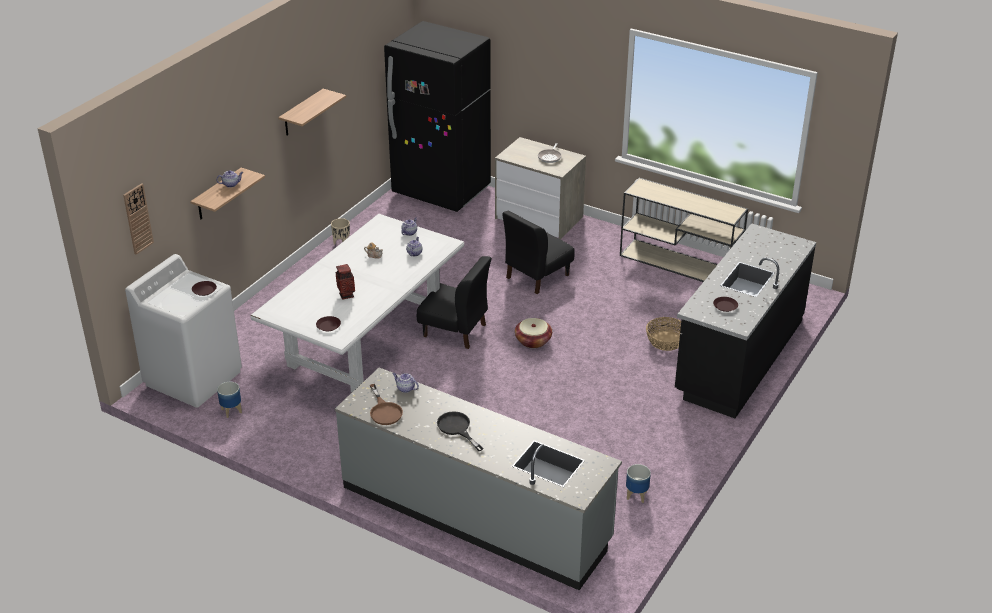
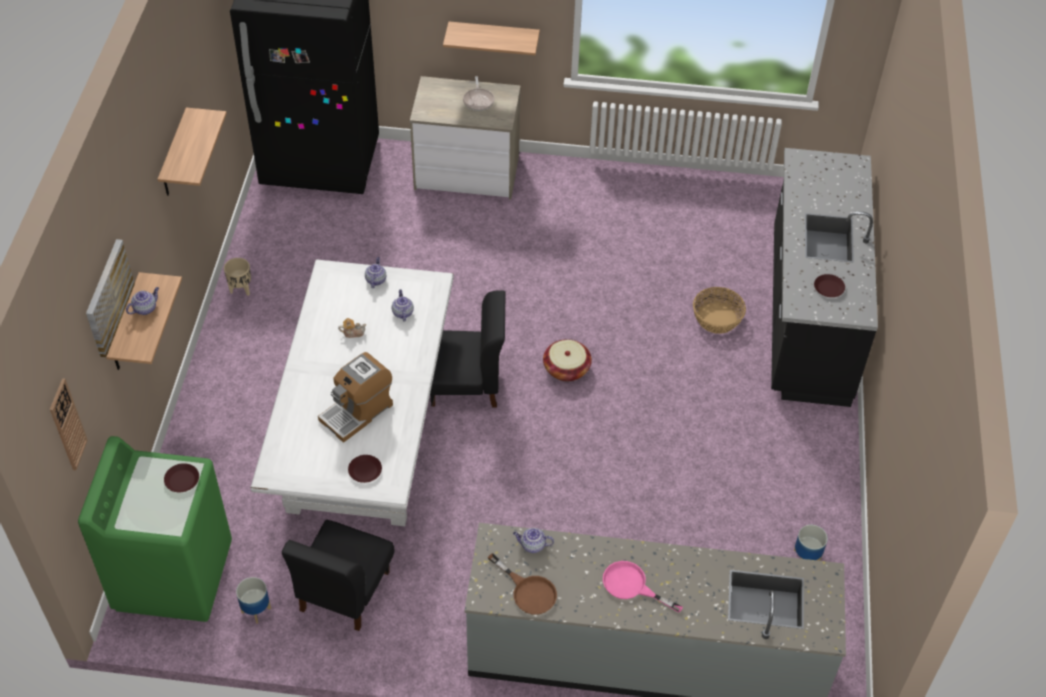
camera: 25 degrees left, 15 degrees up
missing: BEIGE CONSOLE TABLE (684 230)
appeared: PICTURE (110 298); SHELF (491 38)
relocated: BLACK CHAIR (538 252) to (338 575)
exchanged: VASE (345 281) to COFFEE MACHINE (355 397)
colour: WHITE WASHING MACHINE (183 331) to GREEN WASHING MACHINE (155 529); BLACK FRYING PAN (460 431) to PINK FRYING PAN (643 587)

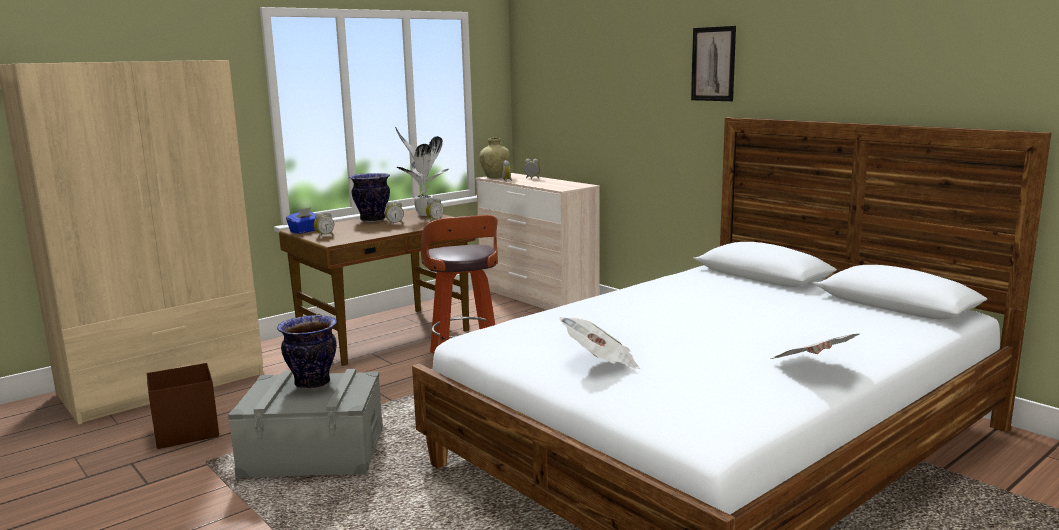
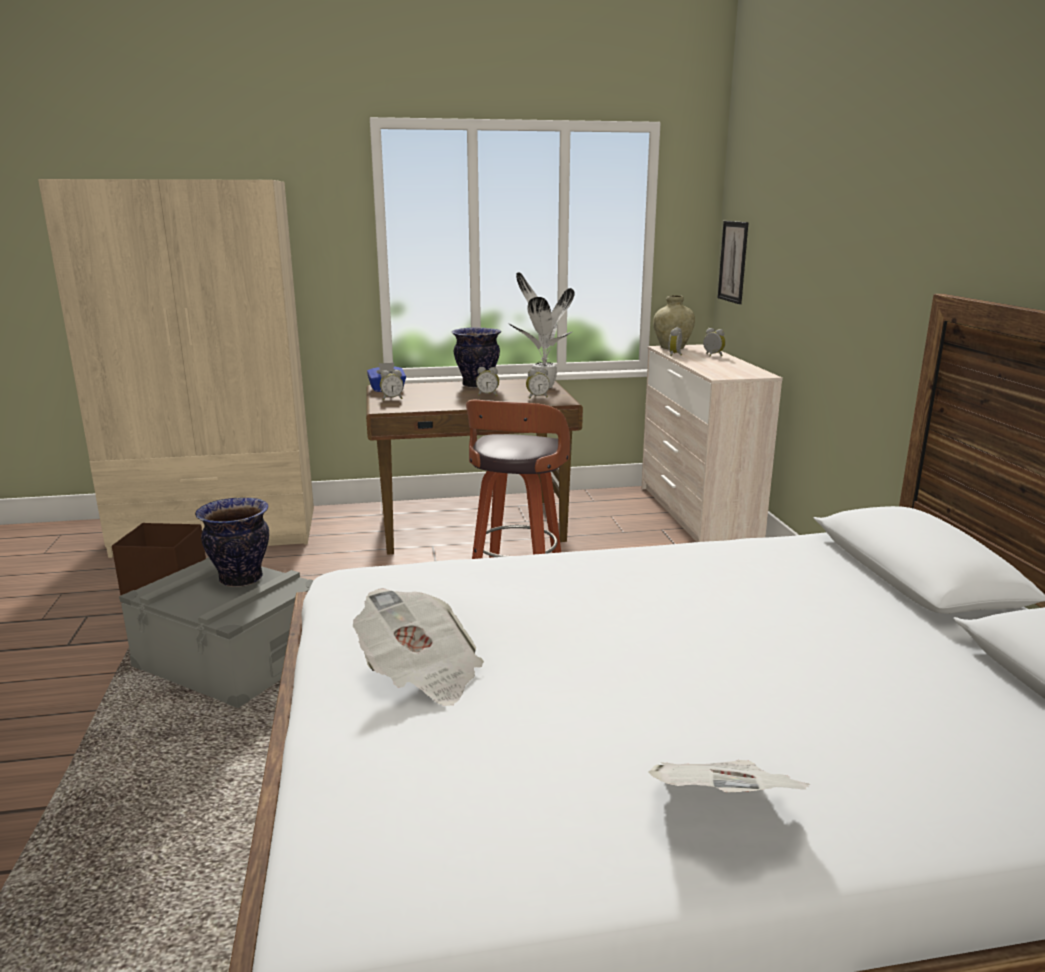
camera: 30 degrees right, 5 degrees up
relocated: PICTURE (713 63) to (733 262)

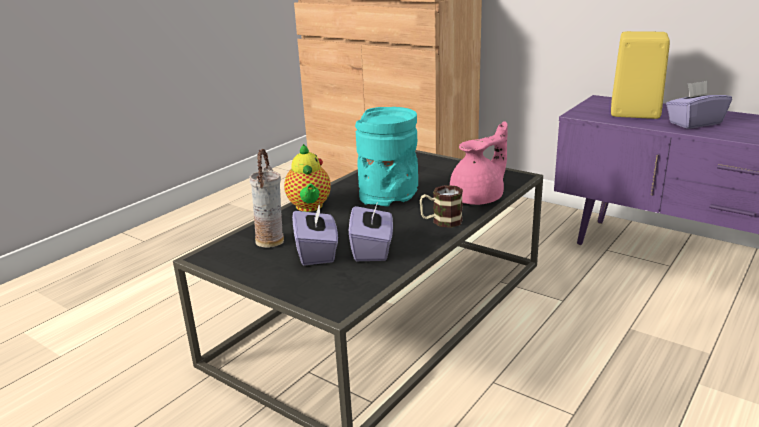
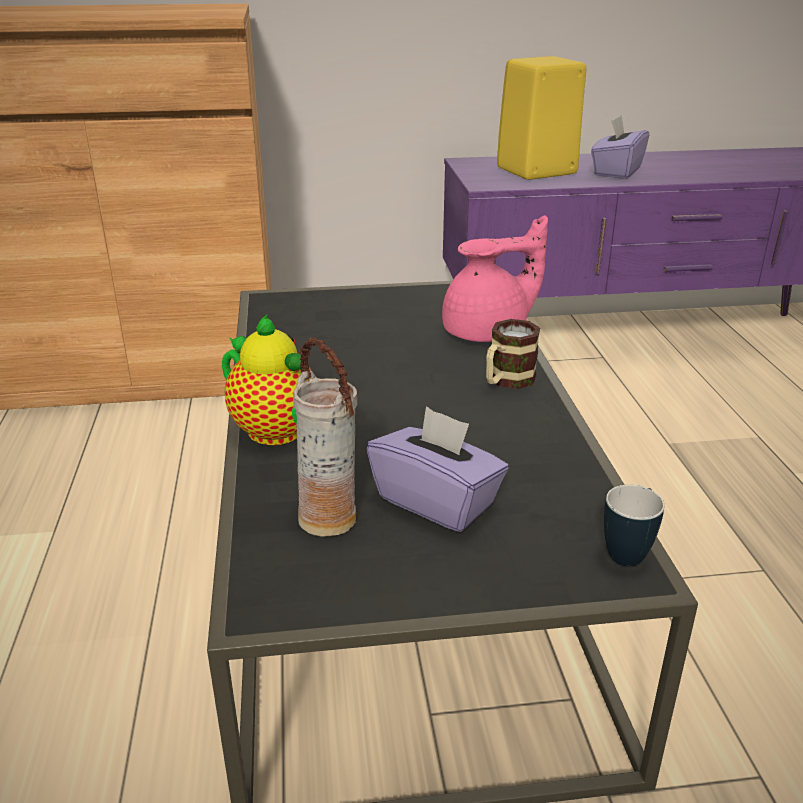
camera: 45 degrees left, 5 degrees up
missing: PURPLE TISSUE BOX (371 231); TURQUOISE VASE (386 156)
appeared: MUG (634 526)
spun: PINK TEAPOT (479 163) = (495 278) 60 degrees clockwise

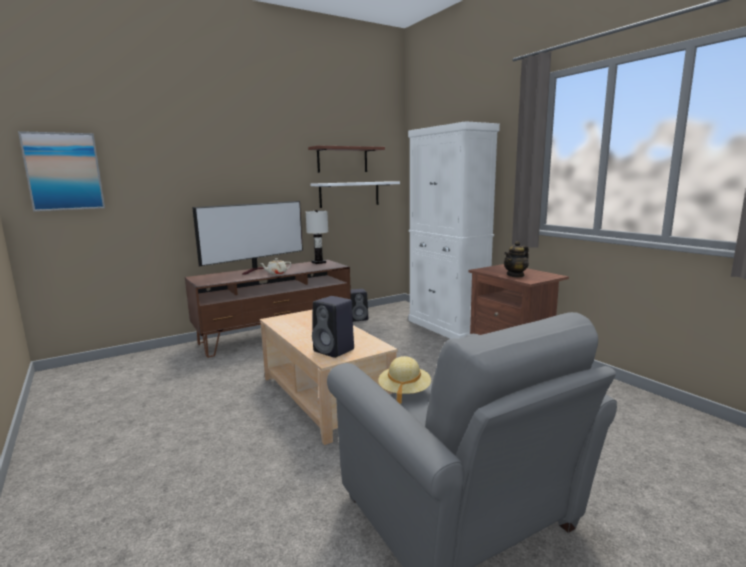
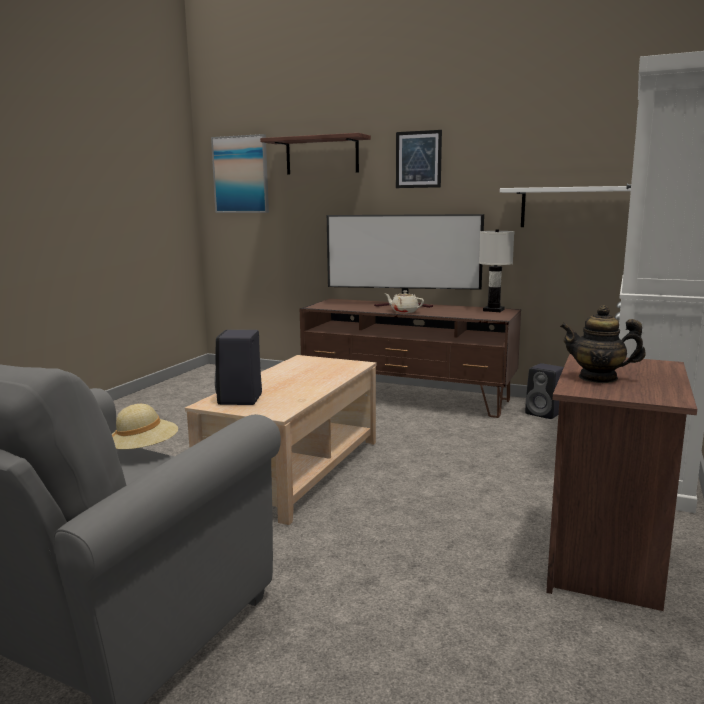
camera: 55 degrees right, 0 degrees up
appeared: PICTURE (419 159)
relocated: SHELF (346 159) to (315 154)

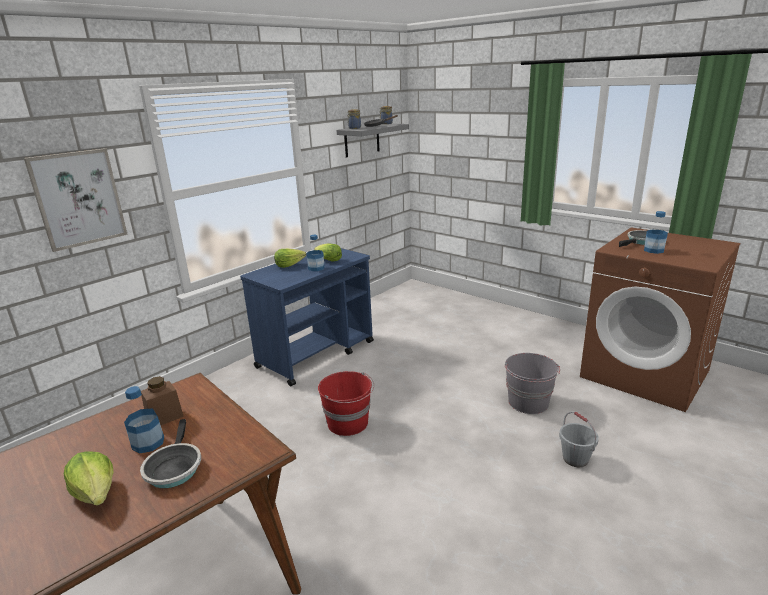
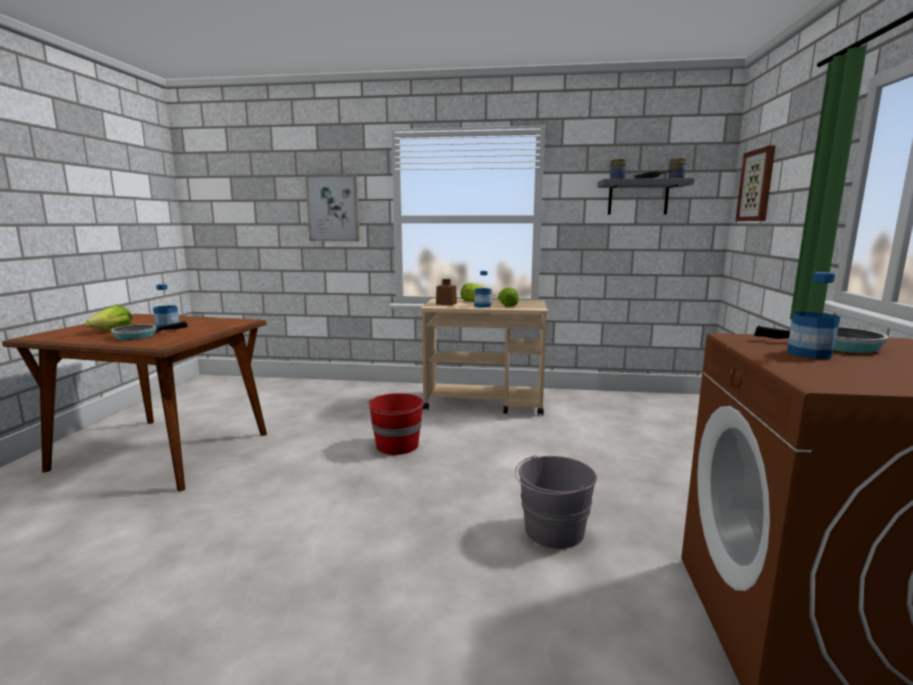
camera: 55 degrees right, 10 degrees down
missing: GREY BUCKET (579 439)
appeared: PICTURE (755 183)
relocated: BROWN JAR (162 400) to (446 292)
colour: BLUE CART (307 317) to BEIGE CART (484 357)

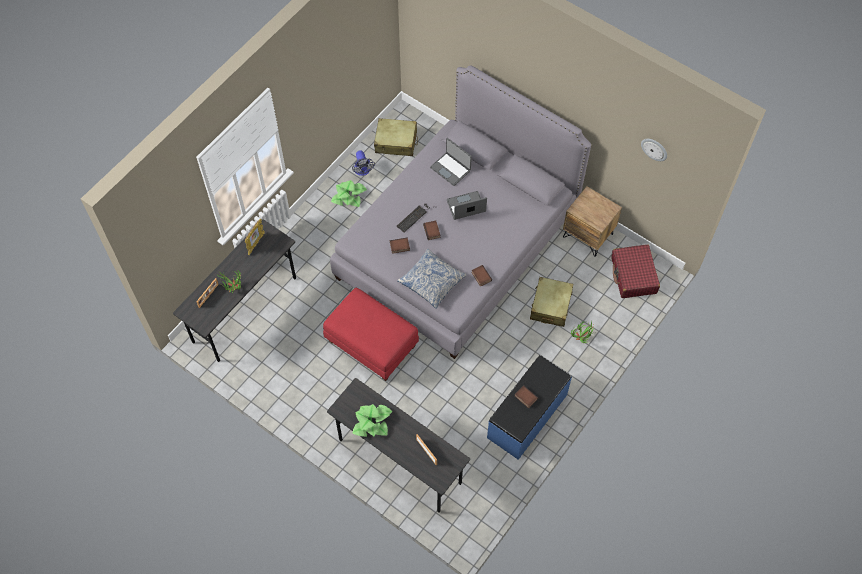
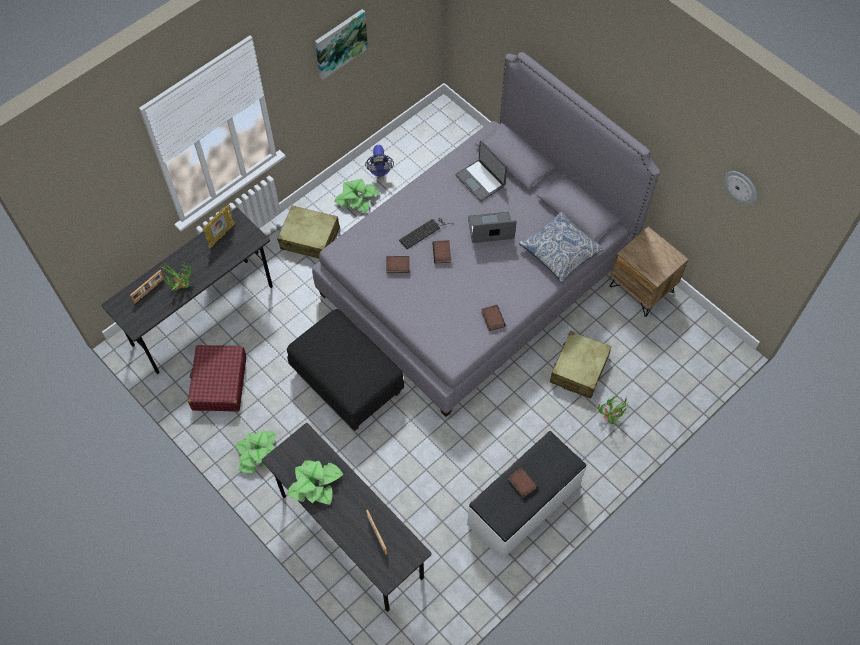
camera: 10 degrees right, 0 degrees up
appeared: POTTED PLANT (256 452); PICTURE (341 44)
relocated: BEIGE SUITCASE (396 137) to (308 232); PILLOW (432 279) to (562 247); RED SUITCASE (635 271) to (217 378)
colour: RED OTTOMAN (371 334) to BLACK OTTOMAN (345 370); BLUE BENCH (529 407) to WHITE BENCH (527 495)

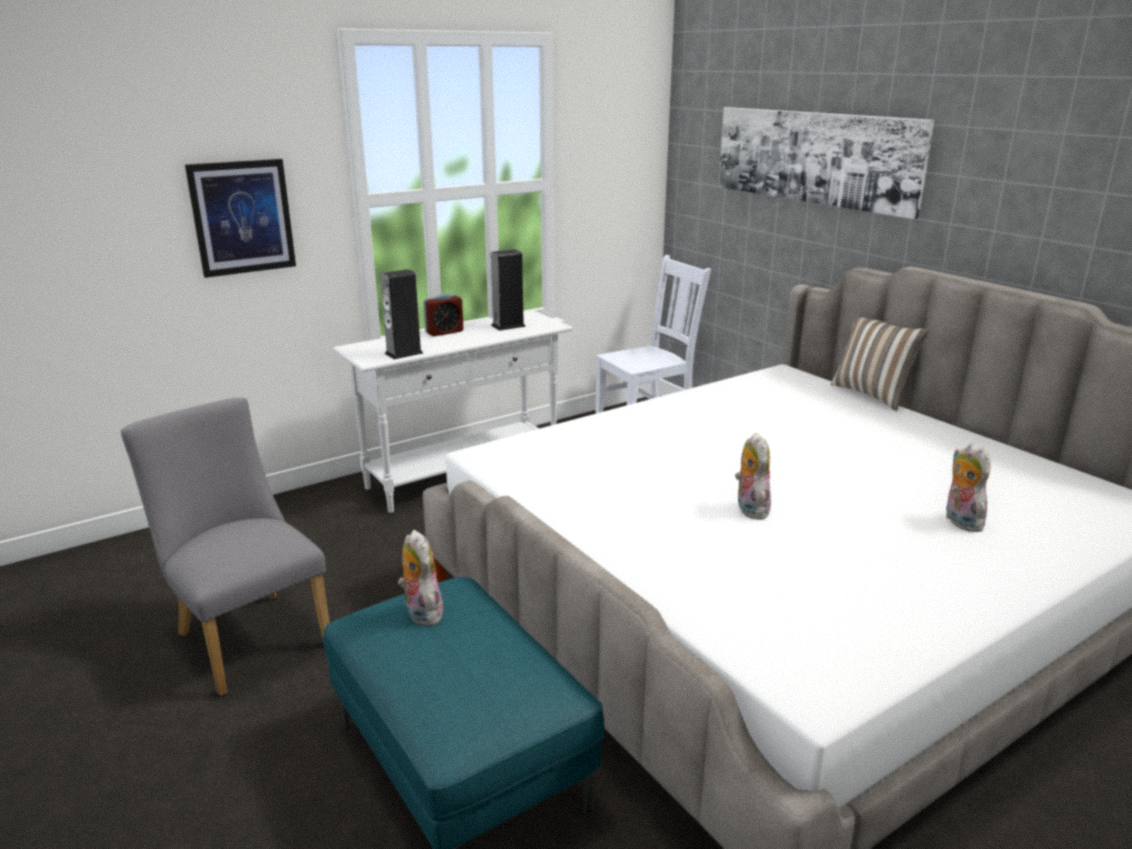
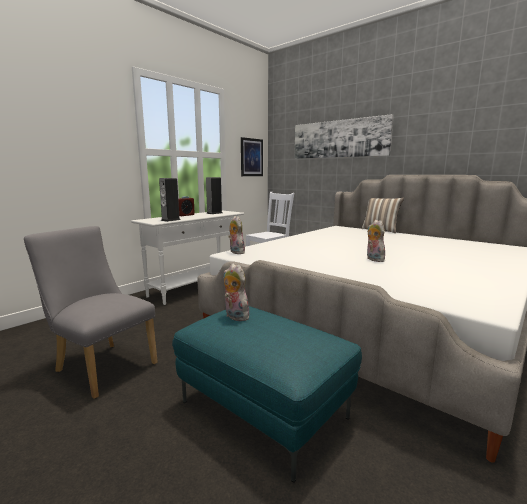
camera: 15 degrees left, 10 degrees down
relocated: PICTURE (240 218) to (252 156); PLUSH TOY (968 487) to (236 235)

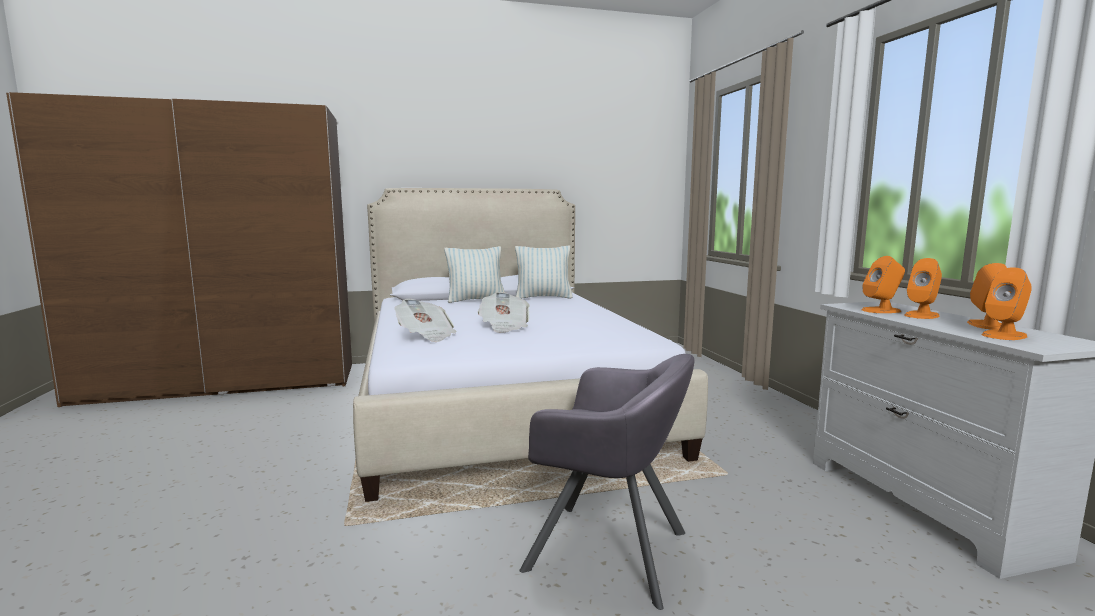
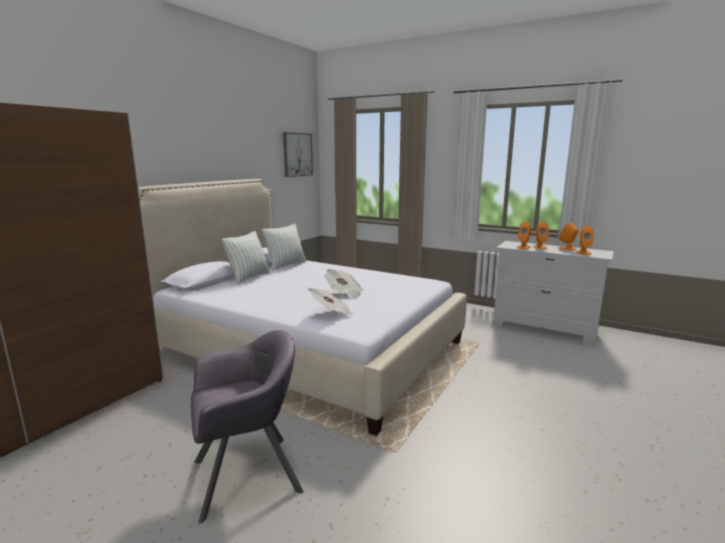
camera: 45 degrees left, 5 degrees up
appeared: PICTURE (298 154)
relocated: GREY ARMCHAIR (607 482) to (247 426)

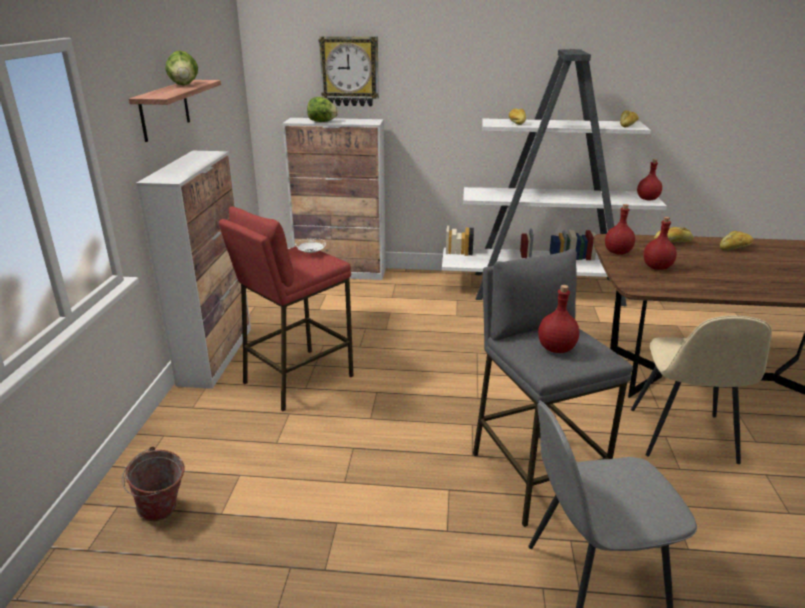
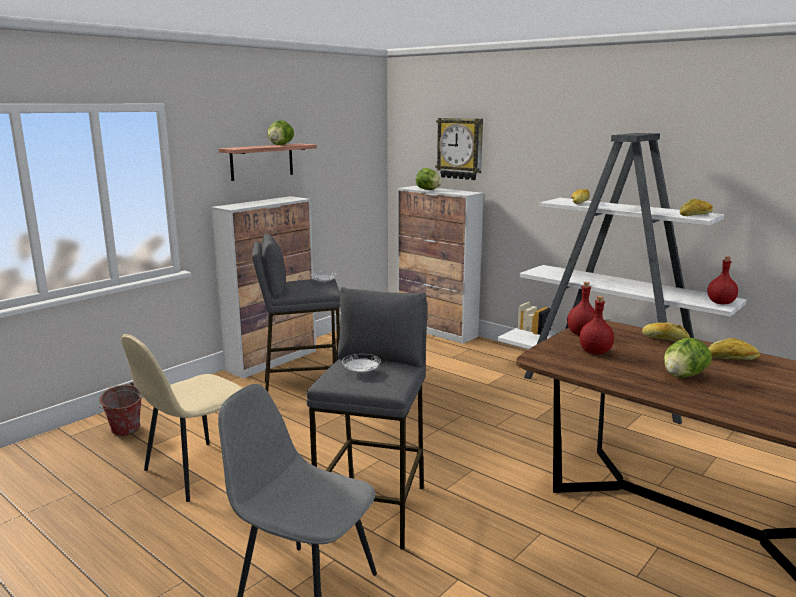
camera: 35 degrees right, 10 degrees down
appeared: LETTUCE (688 358)
relocated: BEIGE CHAIR (701 390) to (181 418)
exchanged: RED BOTTLE (558 319) to WHITE PLATE (361 363)
colour: RED STOOL (286 308) to GREY STOOL (296 312)

